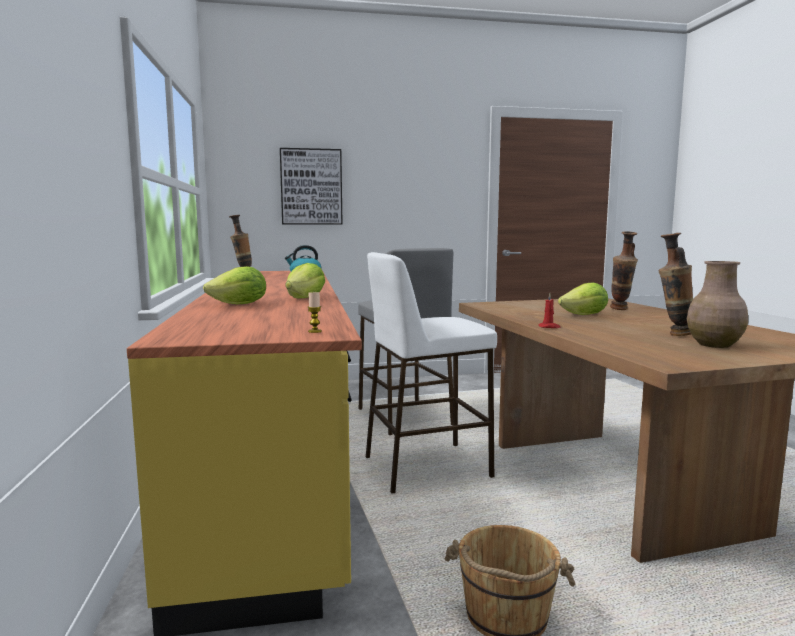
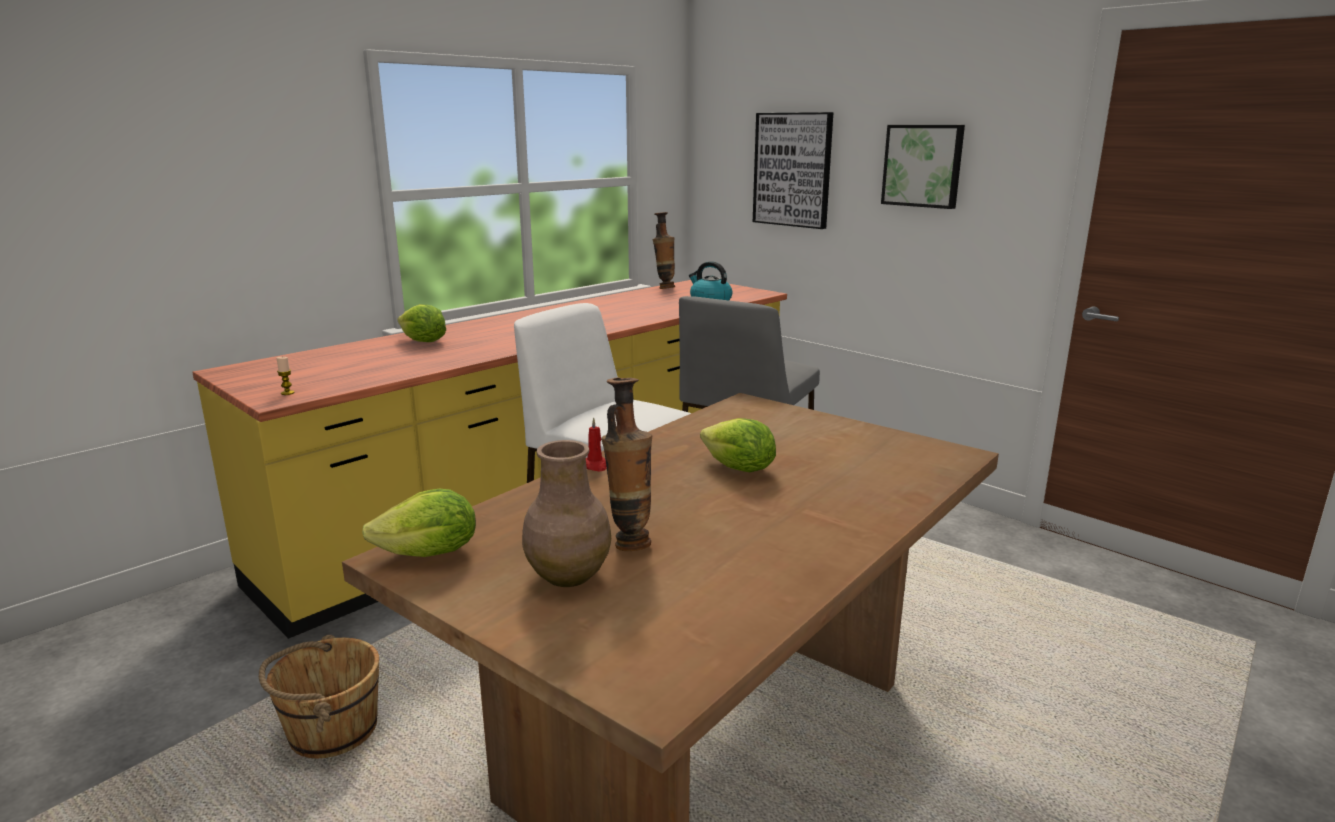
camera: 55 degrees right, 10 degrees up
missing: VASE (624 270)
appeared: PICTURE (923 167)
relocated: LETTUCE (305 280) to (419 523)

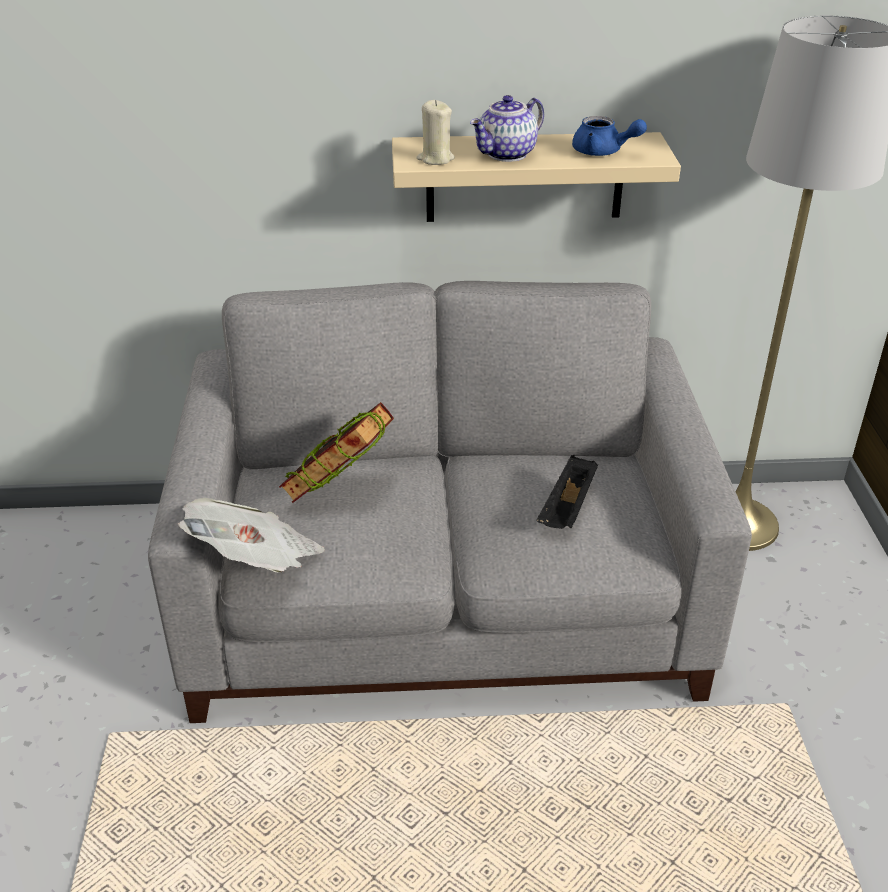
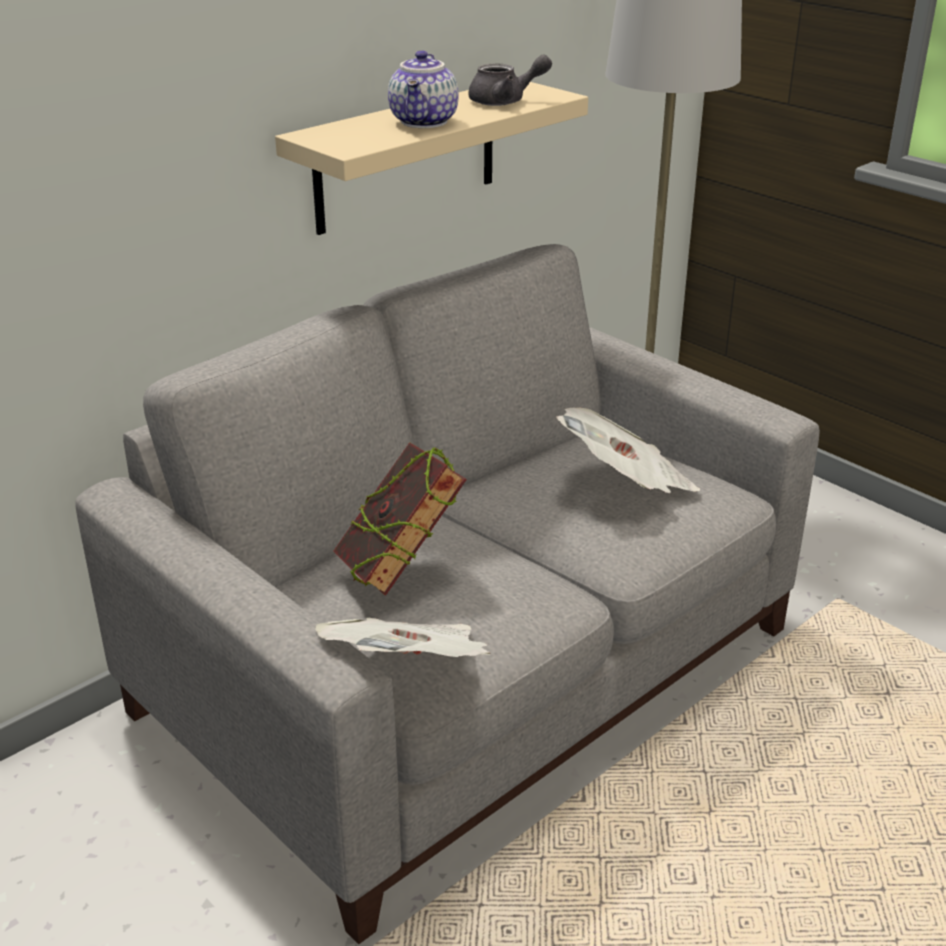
camera: 40 degrees left, 5 degrees down
missing: BEIGE CANDLE (435 132)
exchanged: BLACK TRAY (567 492) to NEWSPAPER (628 450)
colour: BLUE TEAPOT (609 136) to GREY TEAPOT (510 80)

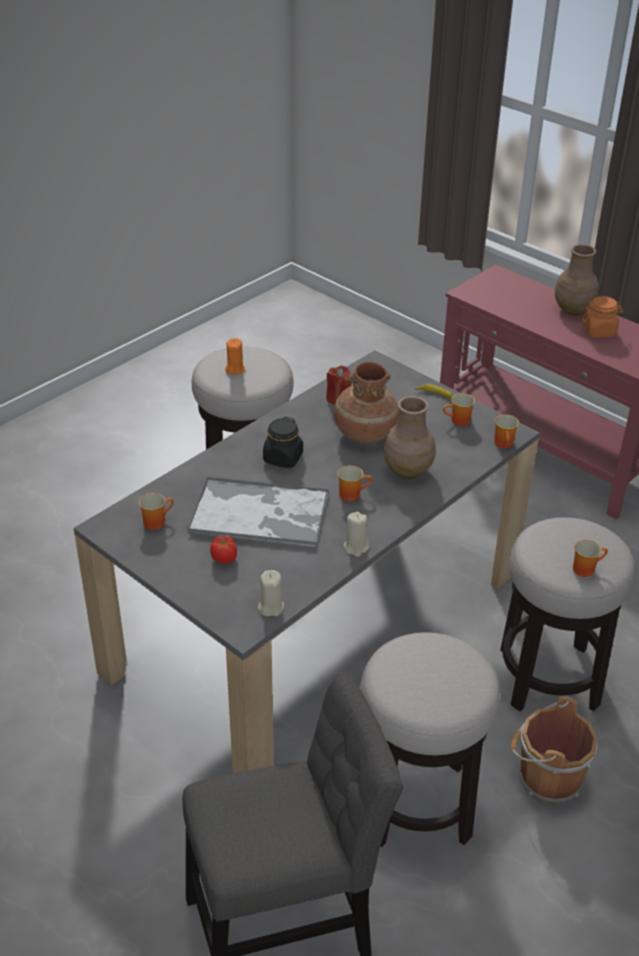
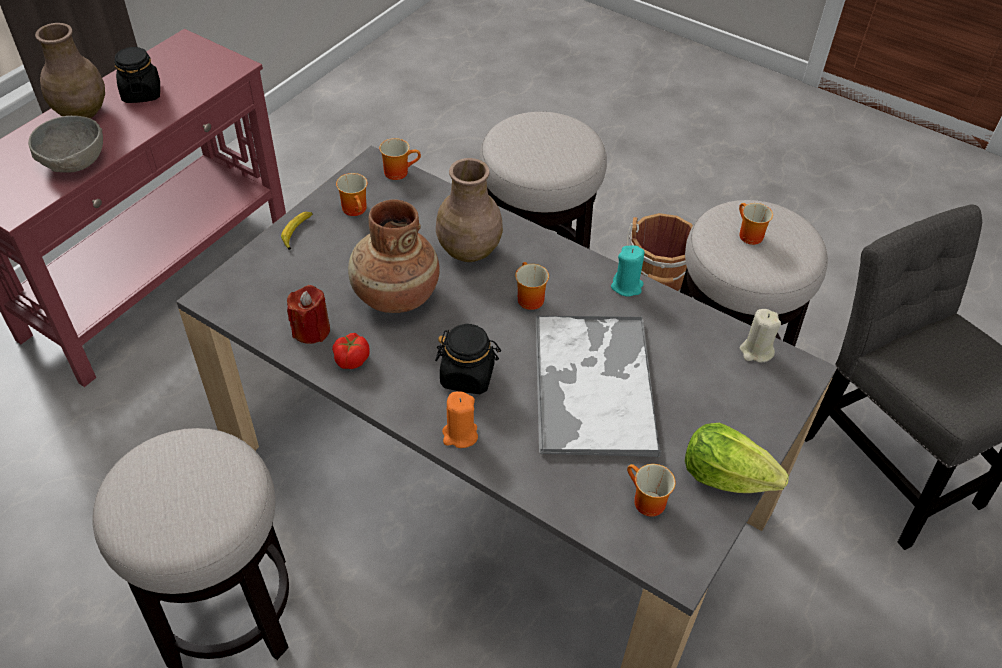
camera: 100 degrees left, 10 degrees up
appeared: GREY BOWL (65 144); LETTUCE (737 458)
relocated: TOMATO (223 550) to (351 351); ORANGE CANDLE (235 356) to (460 419); MUG (590 558) to (756 224)
colour: BEIGE CANDLE (356 534) to TURQUOISE CANDLE (627 271); ORANGE JAR (603 317) to BLACK JAR (137 75)

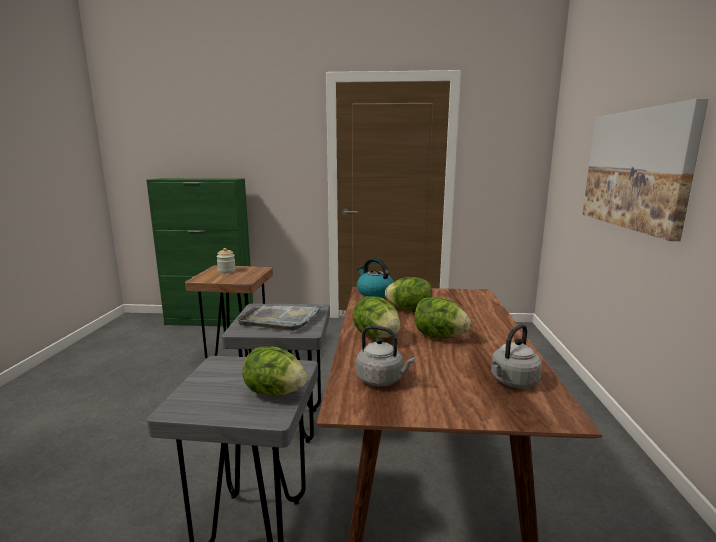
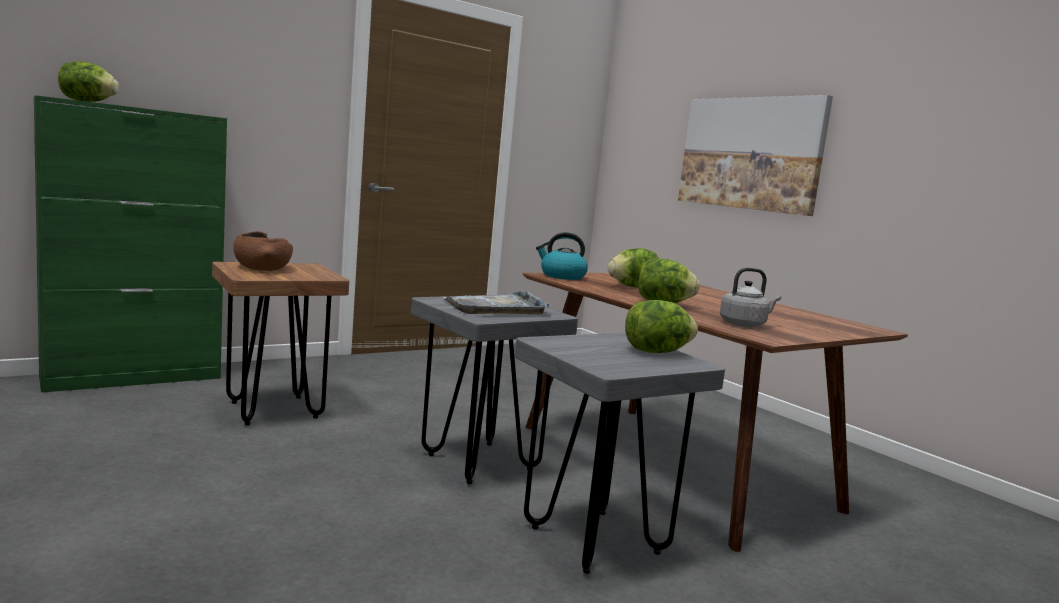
camera: 40 degrees left, 5 degrees down
missing: GREY KETTLE (516 356)
relocated: LETTUCE (442 318) to (88 81)
exchanged: JAR (226 260) to BROWN BOWL (263 251)

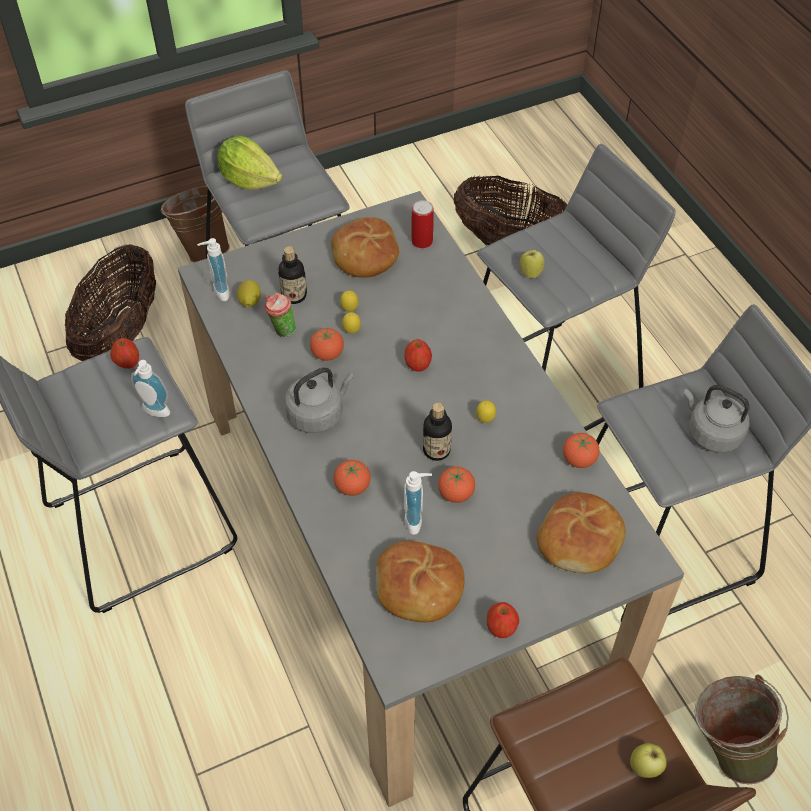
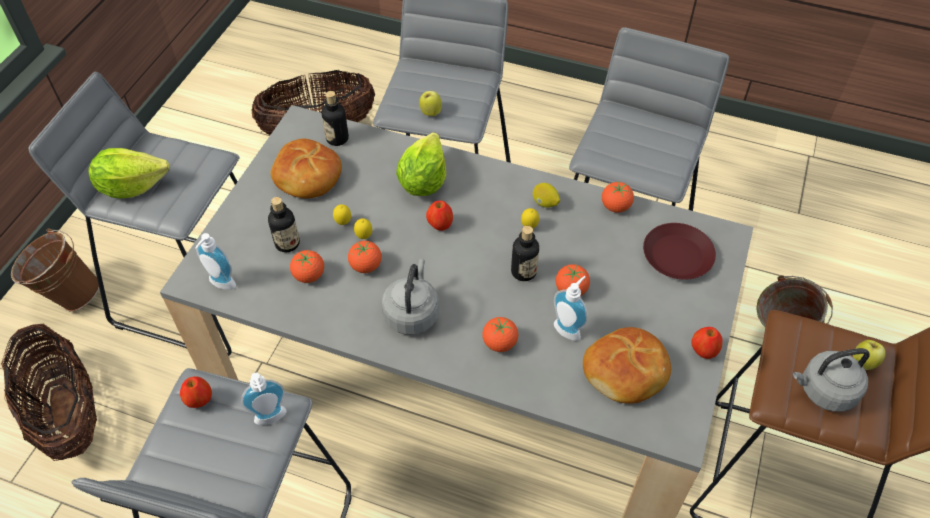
camera: 45 degrees left, 0 degrees up
appeared: LETTUCE (421 164)
relocated: LEMON (249 293) to (546 195); GREY KETTLE (716 419) to (831 380)
exchanged: CUP (280 315) to TOMATO (307 266); CAN (422 224) to BOTTLE (335 118); BREAD (581 532) to BROWN PLATE (679 251)

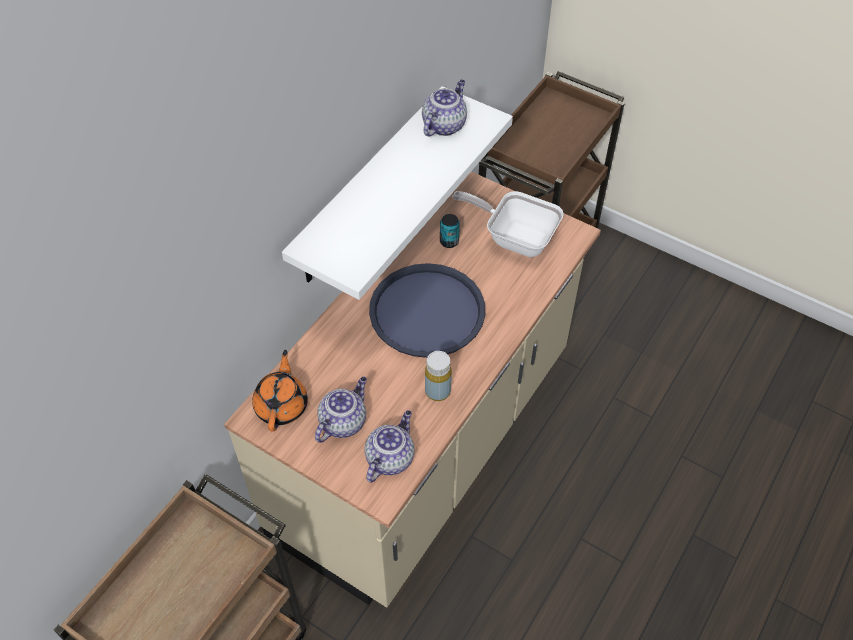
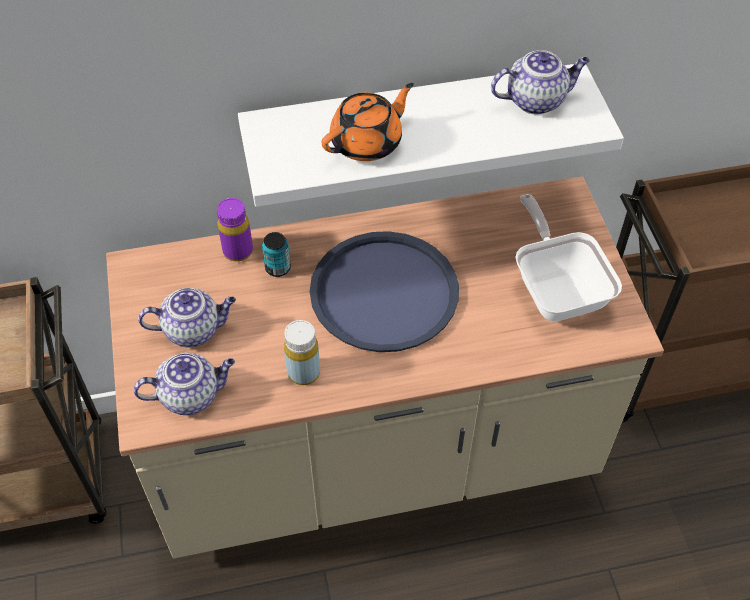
camera: 45 degrees right, 0 degrees up
appeared: PURPLE BOTTLE (235 230)
relocated: ORANGE TEAPOT (280 390) to (367 122); CAN (450 231) to (276 254)

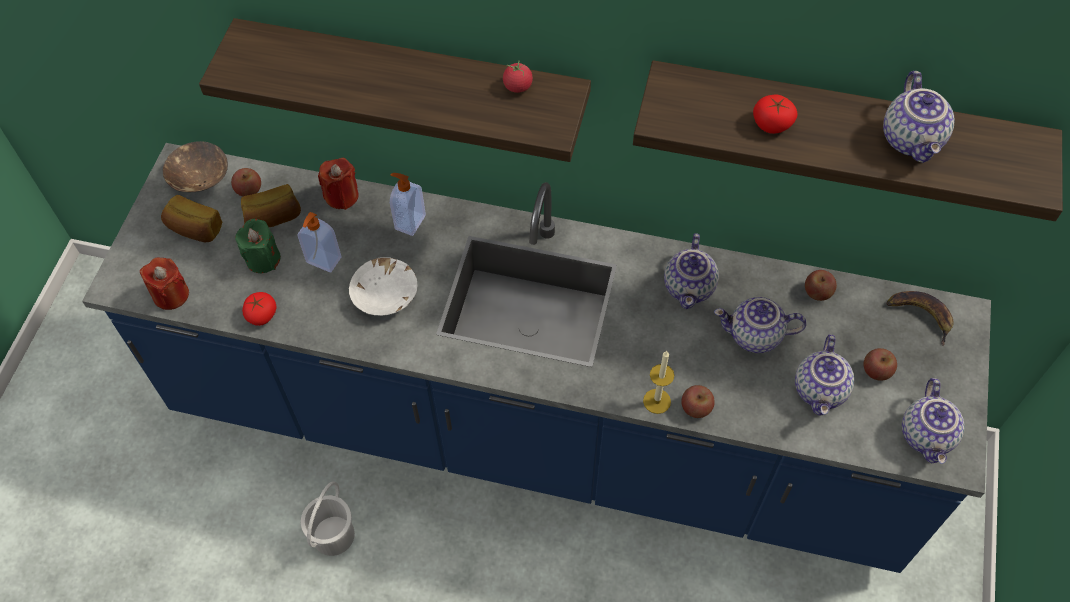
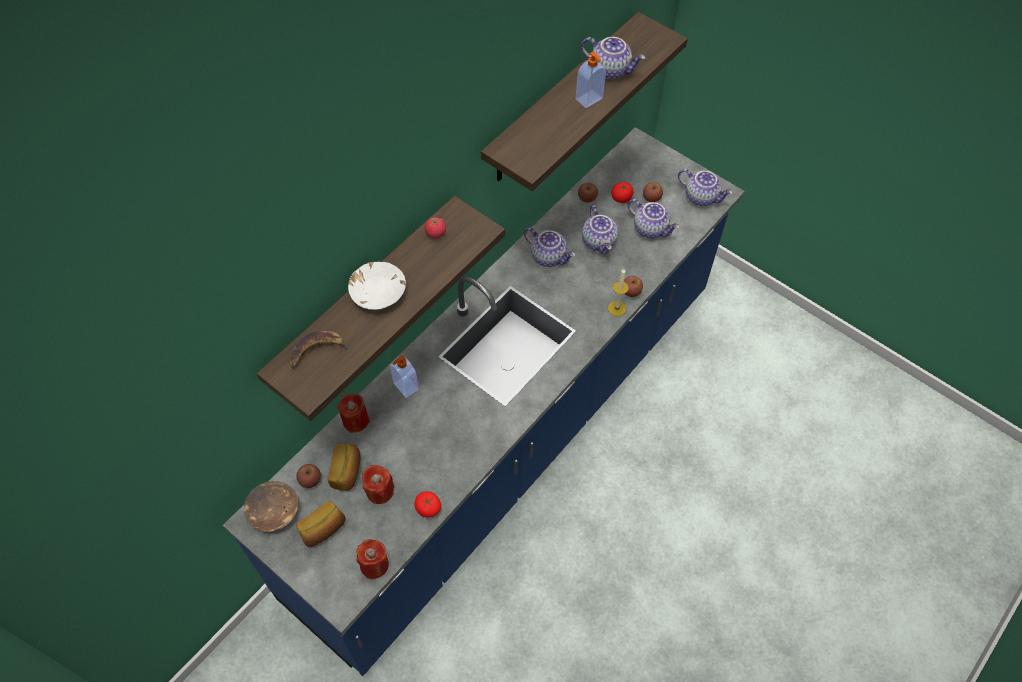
camera: 65 degrees left, 0 degrees up
missing: WHITE BUCKET (328 518)
relocated: SOAP DISPENSER (319 242) to (591 79); WHITE BOWL (383 286) to (377 286); TOMATO (775 114) to (622 192); BANANA (920 318) to (320 349)
colour: GREEN CANDLE (258 246) to RED CANDLE (378 484)
spun: TEAPOT (760 325) = (600 229) 45 degrees counterclockwise

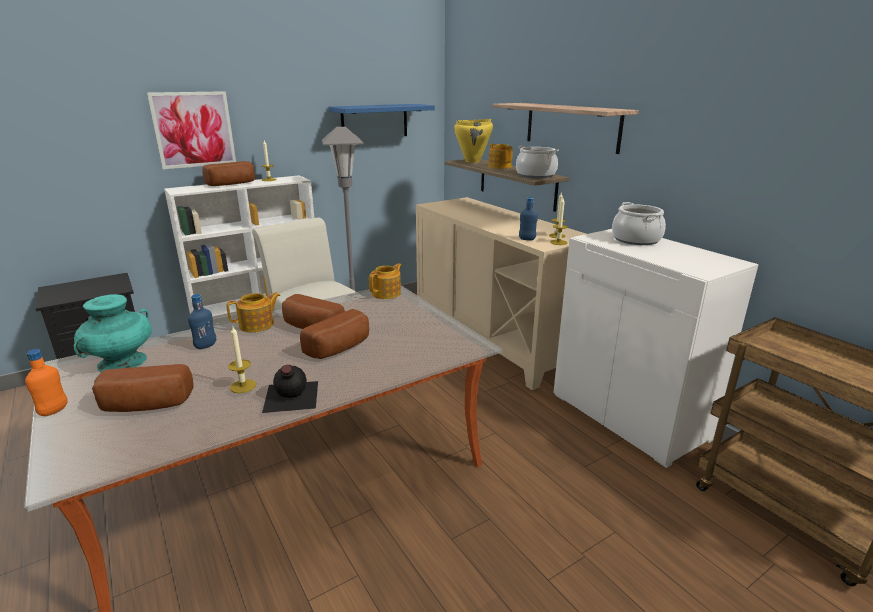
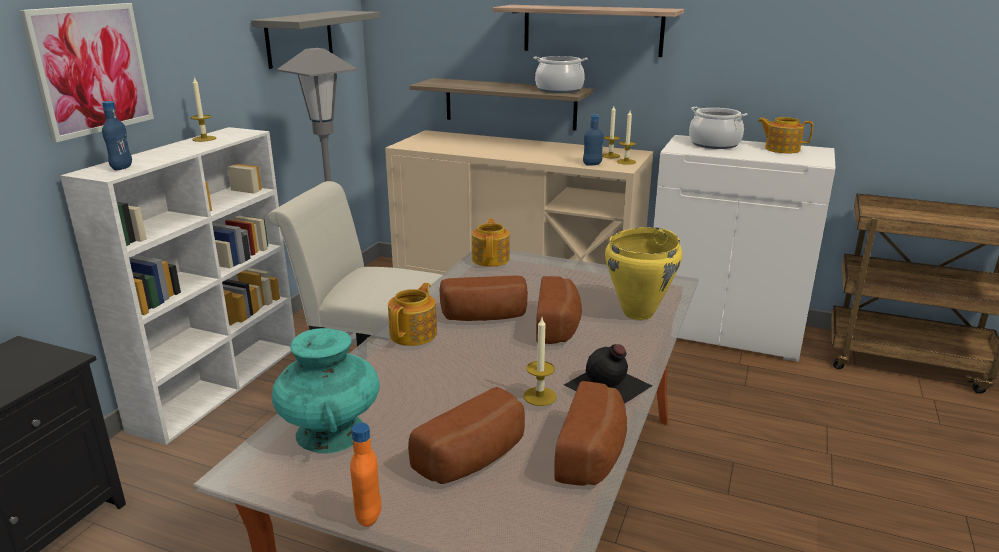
camera: 35 degrees left, 0 degrees up
relocated: BLUE BOTTLE (202 321) to (117 135); BREAD (228 173) to (590 433); YELLOW COOKING POT (473 141) to (643 273); TEAPOT (500 156) to (786 135)
colour: BLUE SHELF (382 120) to GREY SHELF (315 40)

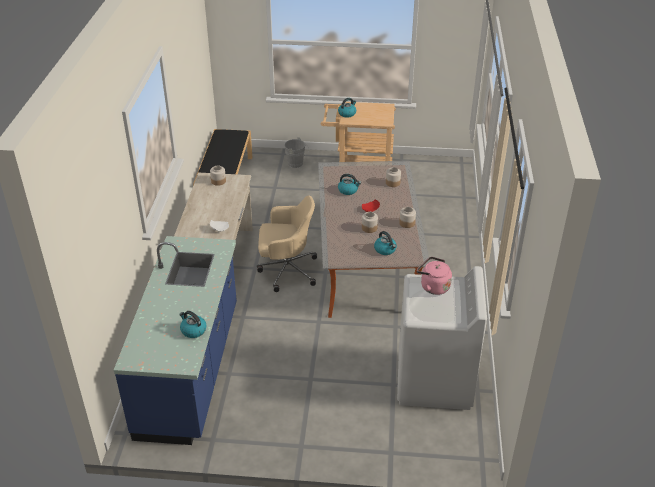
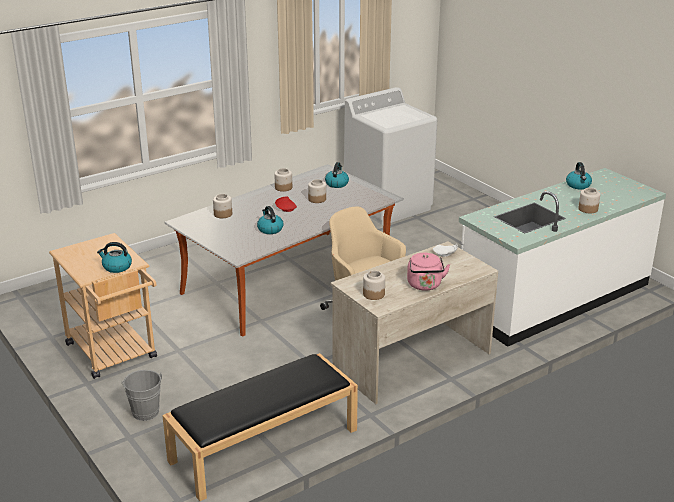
camera: 130 degrees left, 10 degrees down
appeared: JAR (589 200)
relocated: PINK KETTLE (434 276) to (428 272)
colour: BLUE COUNTER (175 340) to WHITE COUNTER (562 257)

